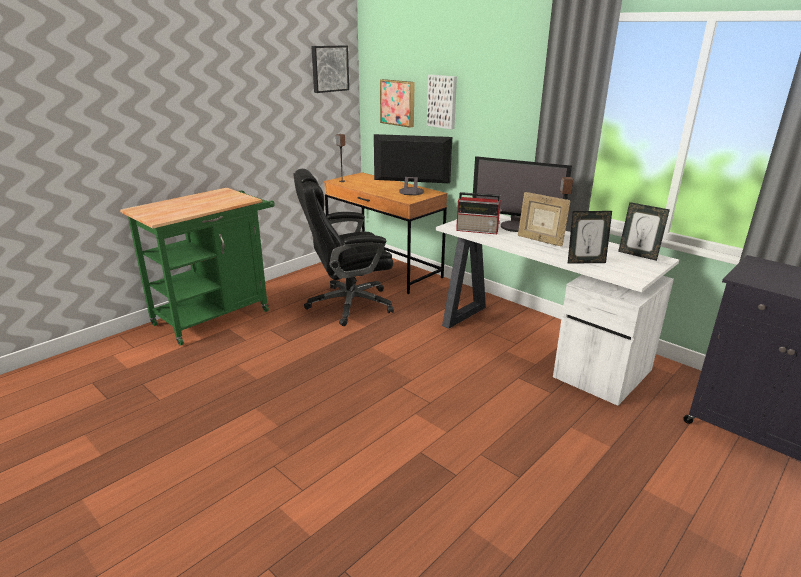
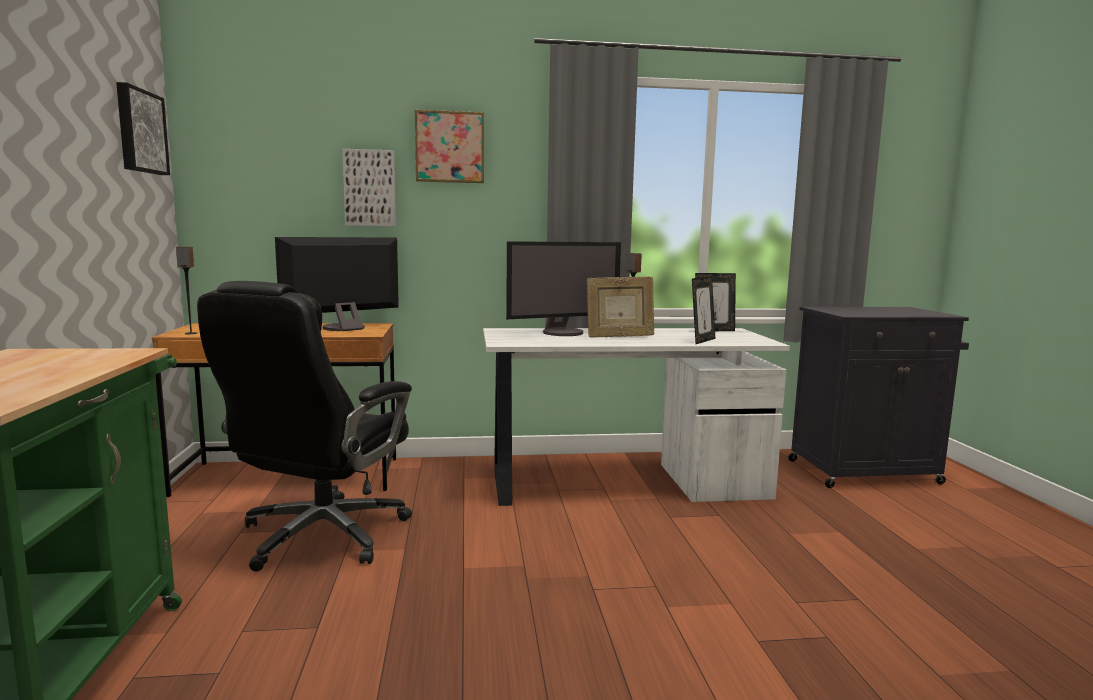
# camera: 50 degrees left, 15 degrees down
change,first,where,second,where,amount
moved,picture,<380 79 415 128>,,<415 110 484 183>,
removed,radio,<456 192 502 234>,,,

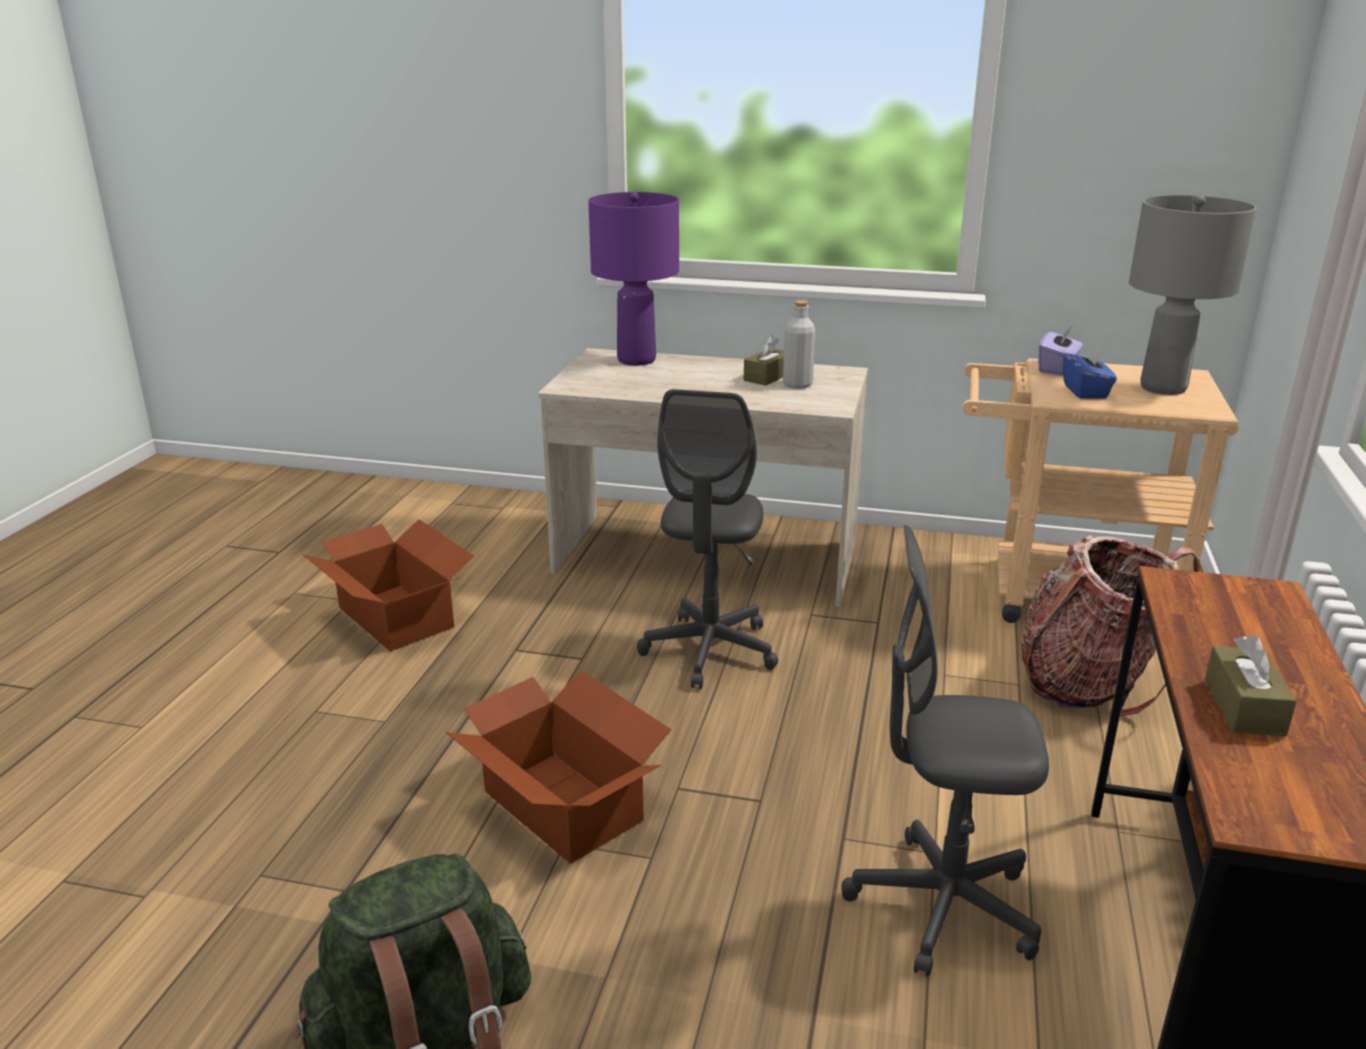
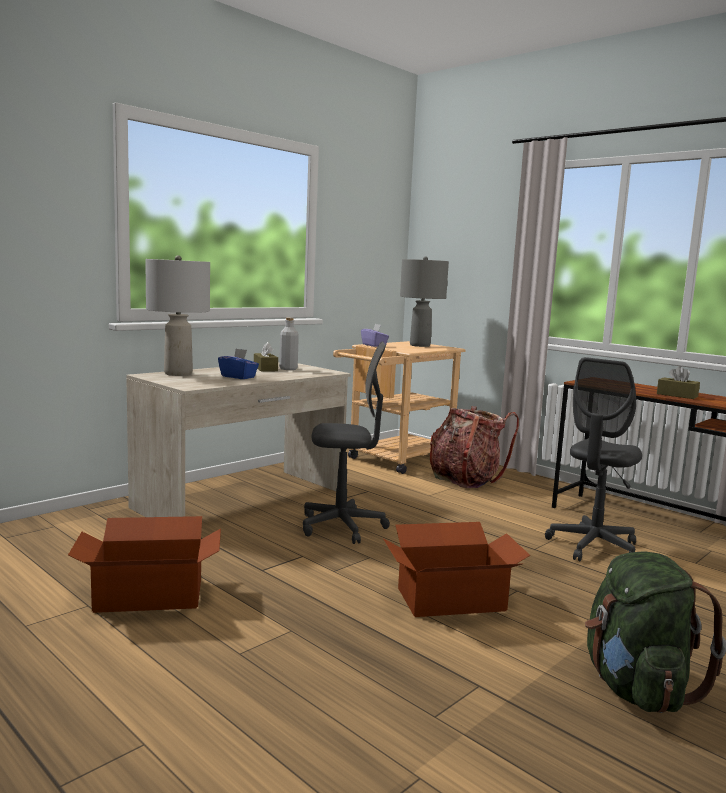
# camera: 60 degrees left, 15 degrees down
change,first,where,second,where,amount
recoloured,purple table lamp,<588 192 679 366>,grey table lamp,<145 255 210 376>,
moved,blue tissue box,<1063 345 1117 398>,,<218 349 259 379>,
turned,grey office chair,<637 389 778 689>,,<303 342 390 544>,45 degrees counterclockwise

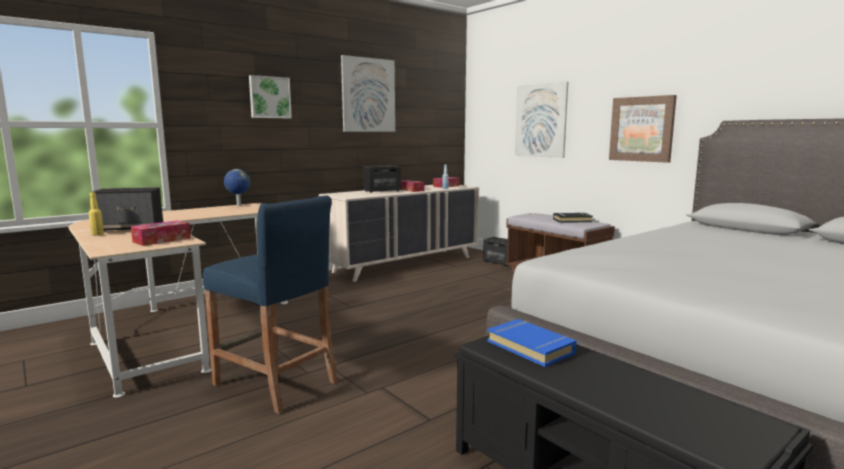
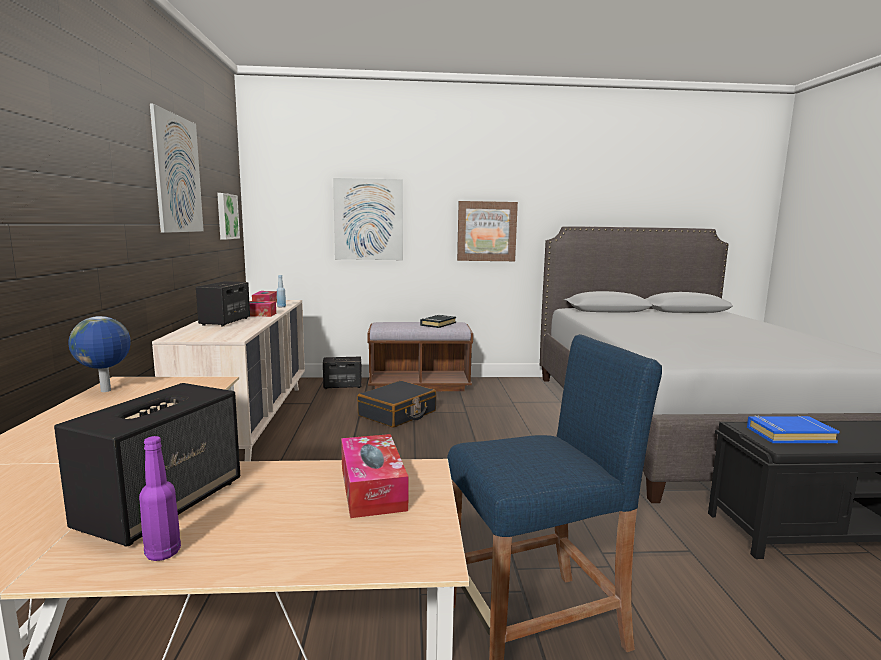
# camera: 55 degrees left, 0 degrees up
change,first,where,second,where,amount
moved,picture,<249 75 292 118>,,<217 193 240 240>,
recoloured,yellow bottle,<89 192 104 236>,purple bottle,<139 436 181 561>,
added,,,black suitcase,<357 381 436 428>,

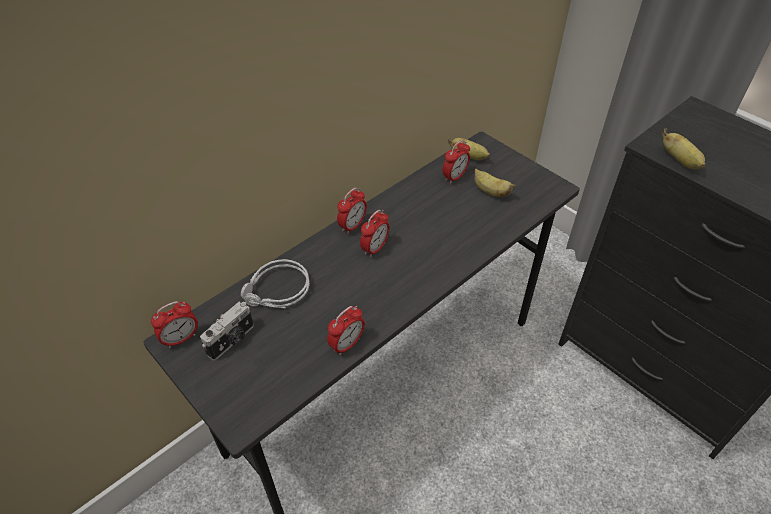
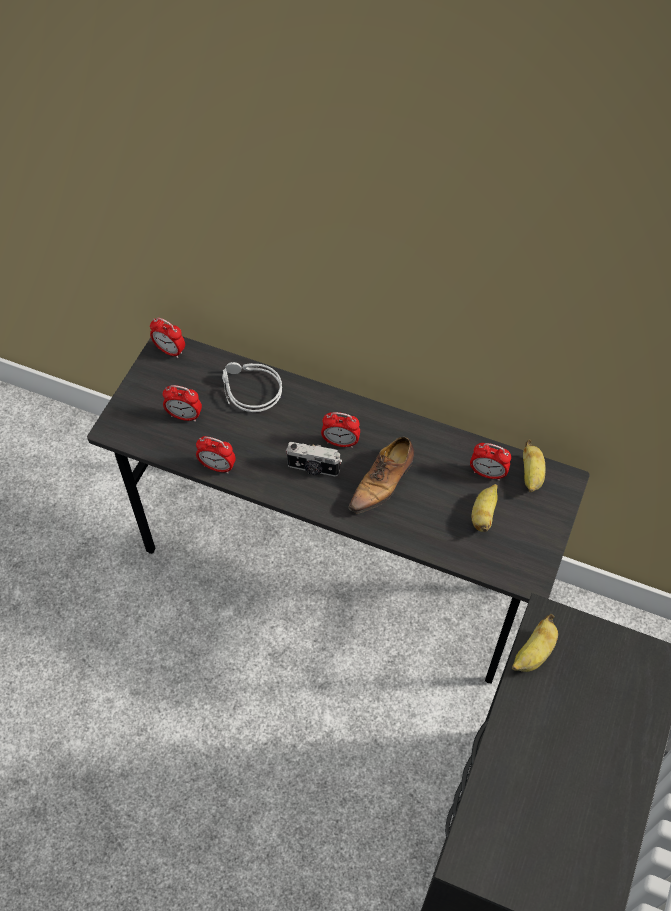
# camera: 65 degrees right, 10 degrees up
change,first,where,second,where,amount
moved,alarm clock,<337 187 367 234>,,<163 385 202 421>,
moved,photo camera,<200 302 254 361>,,<286 442 342 477>,
added,,,shoe,<348 437 414 514>,

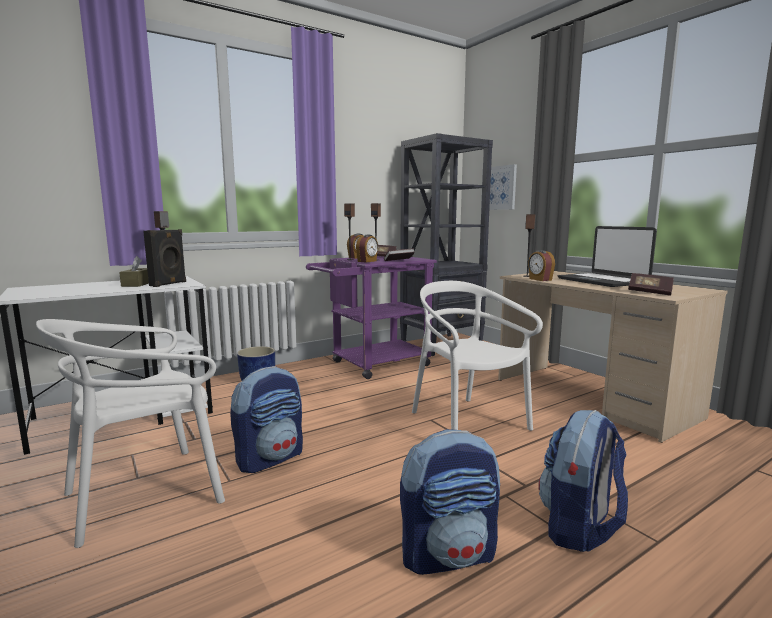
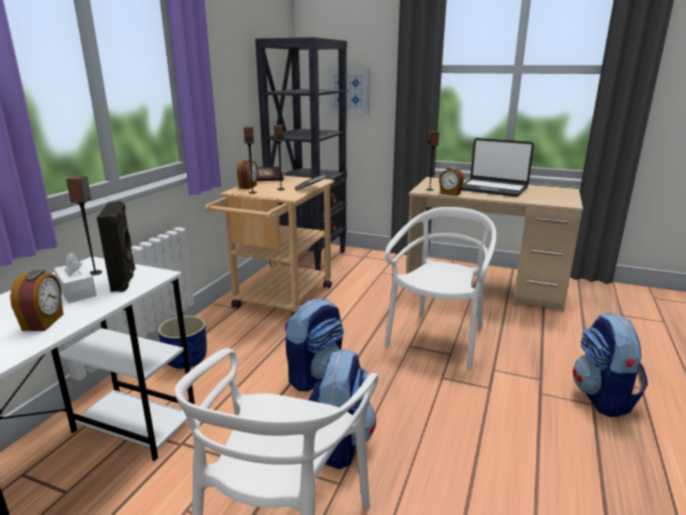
# camera: 35 degrees left, 10 degrees up
change,first,where,second,where,amount
moved,alarm clock,<356 235 378 263>,,<10 270 63 331>,
recoloured,brown tissue box,<119 256 149 287>,white tissue box,<54 253 97 303>,
recoloured,purple cart,<306 256 437 379>,beige cart,<205 176 334 316>,
removed,book,<628 273 674 295>,,,
turned,white chair,<412 281 543 431>,,<384 207 496 369>,90 degrees clockwise
moved,backpack,<400 429 500 575>,,<285 298 344 391>,

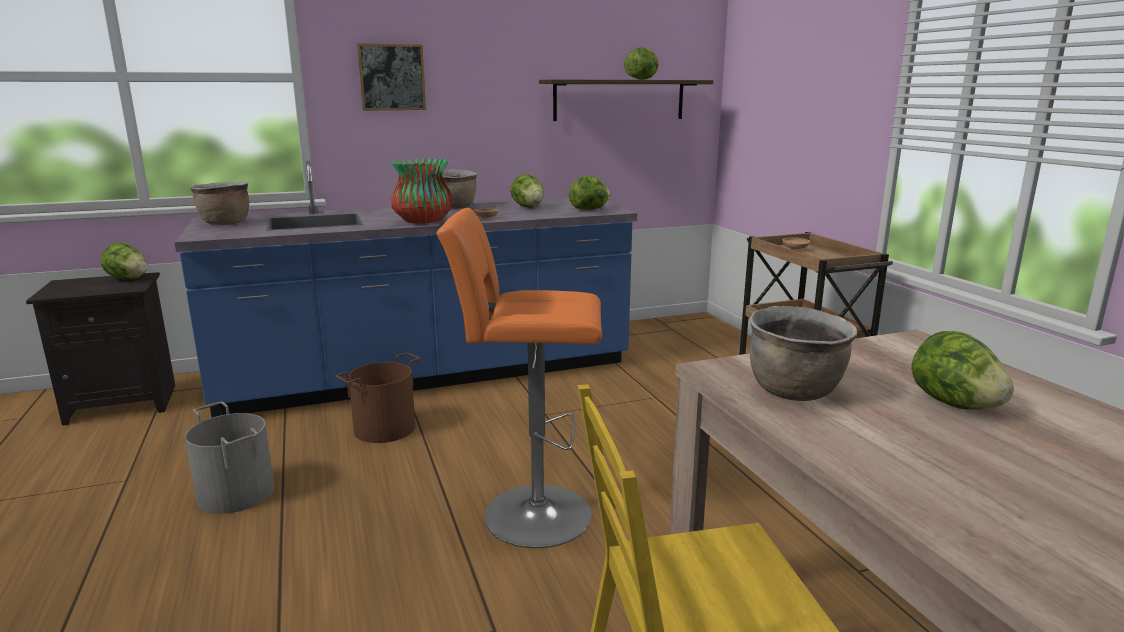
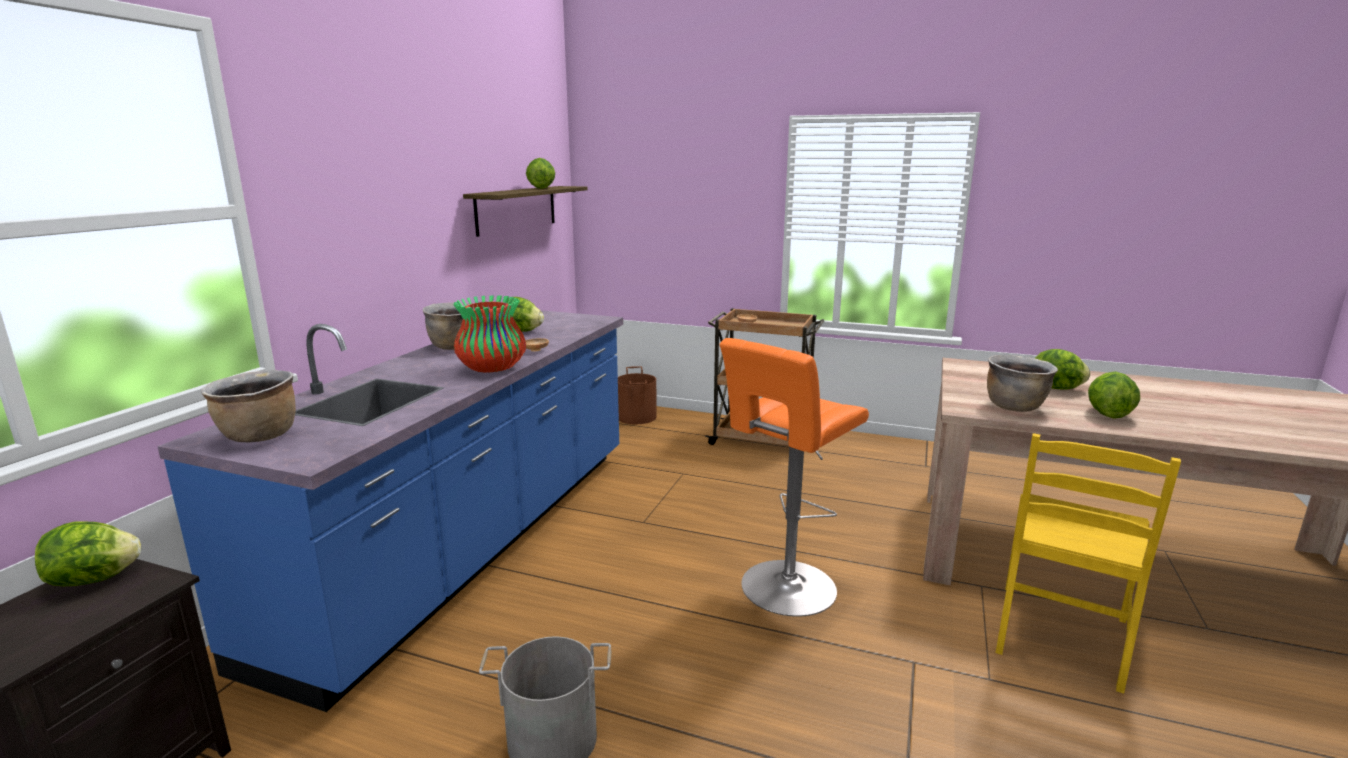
# camera: 50 degrees left, 0 degrees up
change,first,where,second,where,amount
removed,picture,<357 43 426 111>,,,
moved,lettuce,<569 176 611 210>,,<1088 372 1140 419>,
moved,brown bucket,<335 353 421 443>,,<618 366 657 424>,

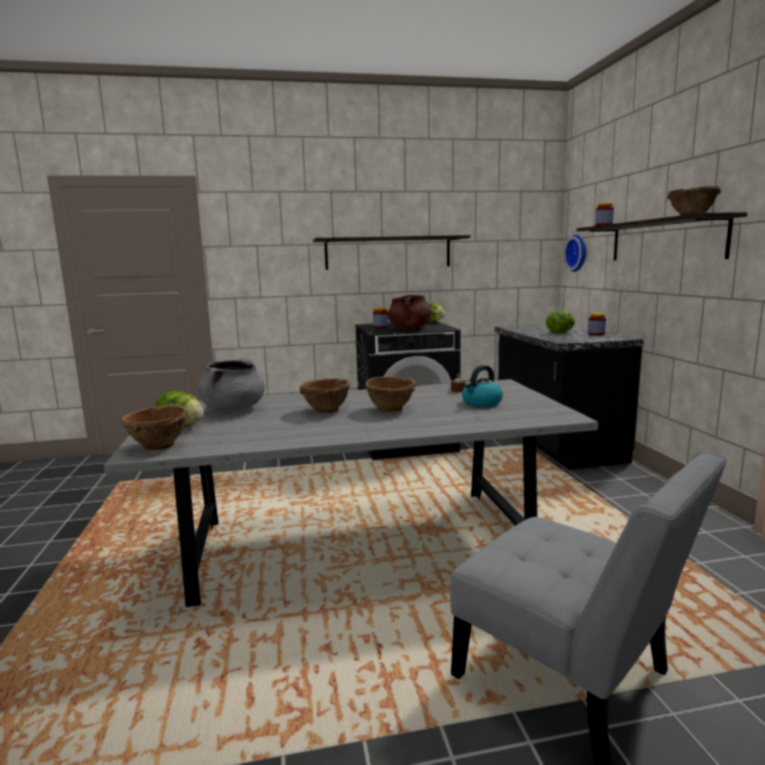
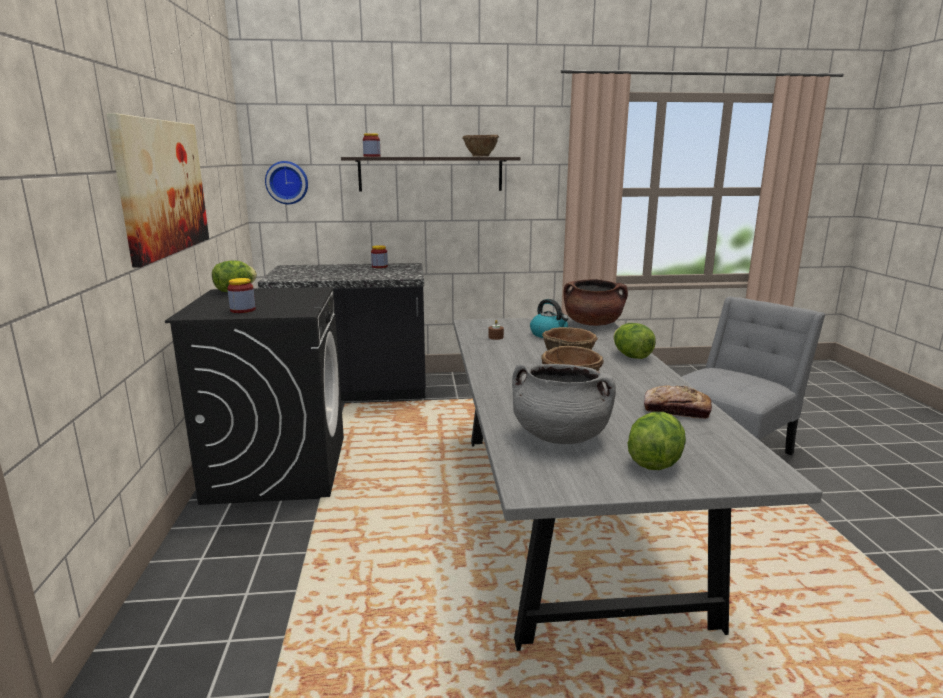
# camera: 85 degrees left, 5 degrees up
change,first,where,second,where,amount
replaced,shelf,<313 235 471 270>,picture,<107 113 209 268>,
moved,brown cooking pot,<387 295 432 330>,,<563 279 628 326>,
moved,lettuce,<546 310 575 334>,,<613 323 656 359>,
removed,brown bowl,<121 405 188 450>,,,
added,,,bread,<644 386 712 419>,

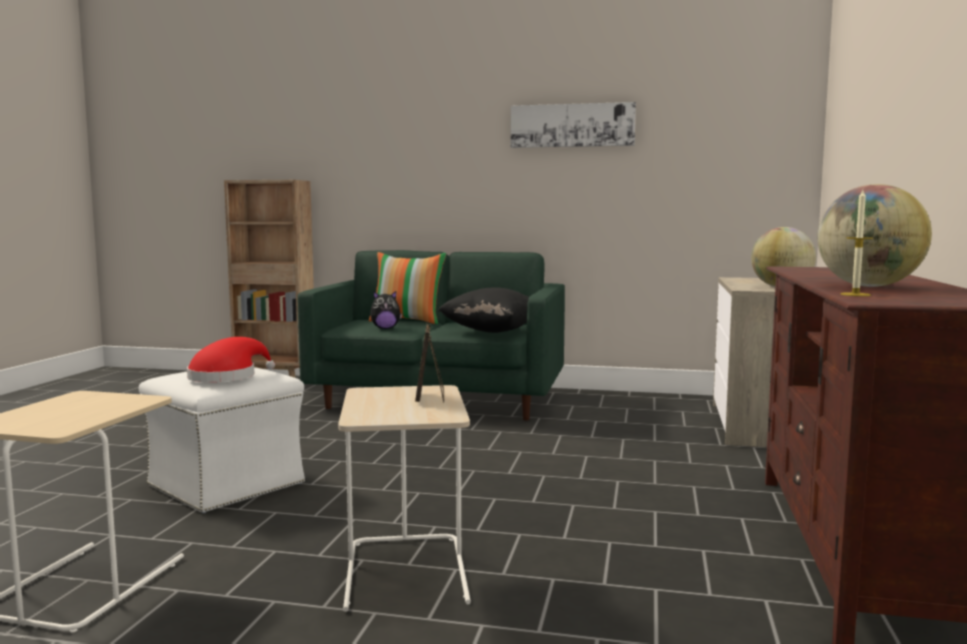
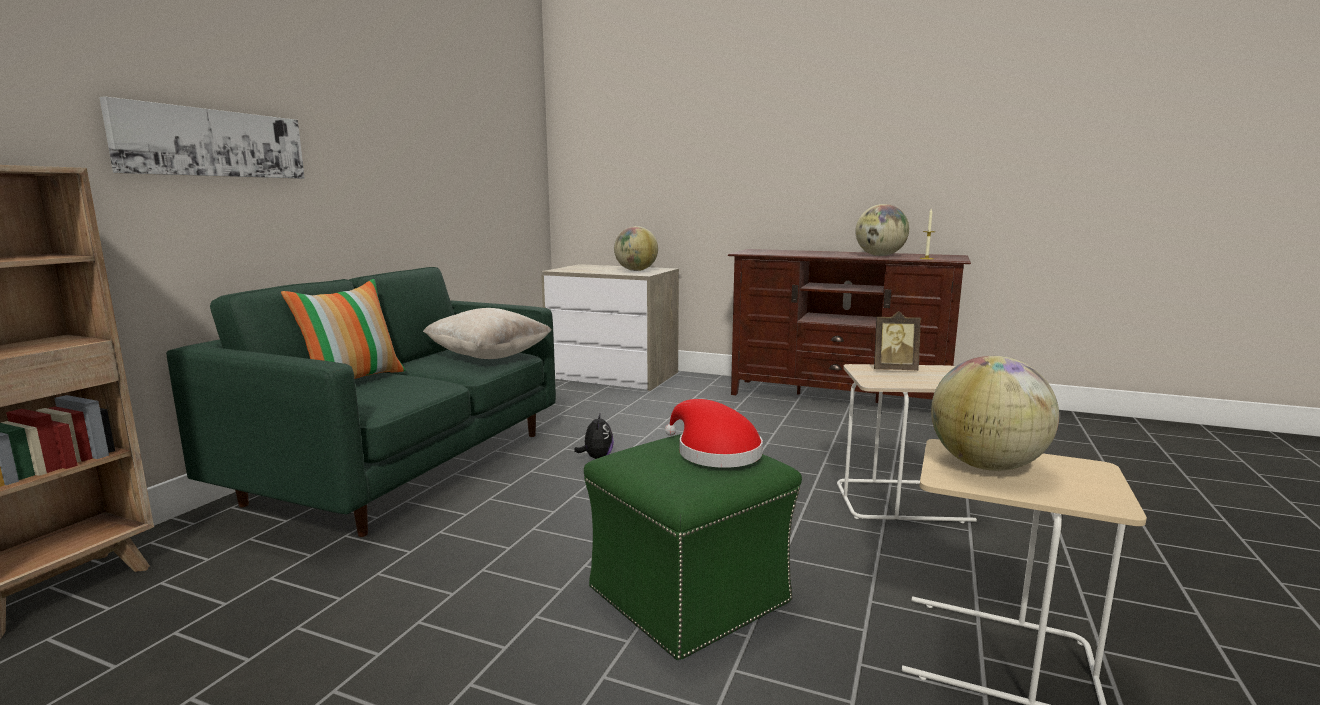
# camera: 80 degrees left, 5 degrees up
change,first,where,second,where,amount
moved,picture,<511 102 636 148>,,<99 96 305 179>,
recoloured,black pillow,<438 287 529 333>,beige pillow,<423 308 551 359>,
moved,plush toy,<370 291 402 329>,,<574 412 614 459>,
recoloured,white ottoman,<139 367 305 513>,green ottoman,<584 434 802 660>,
added,,,globe,<931 356 1059 471>,

